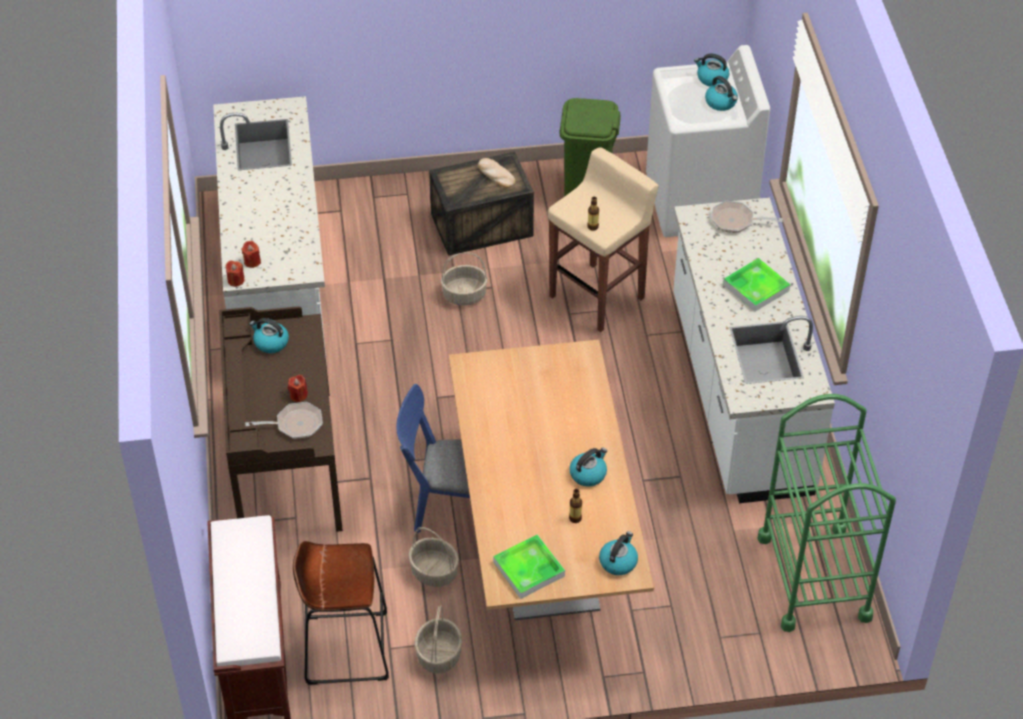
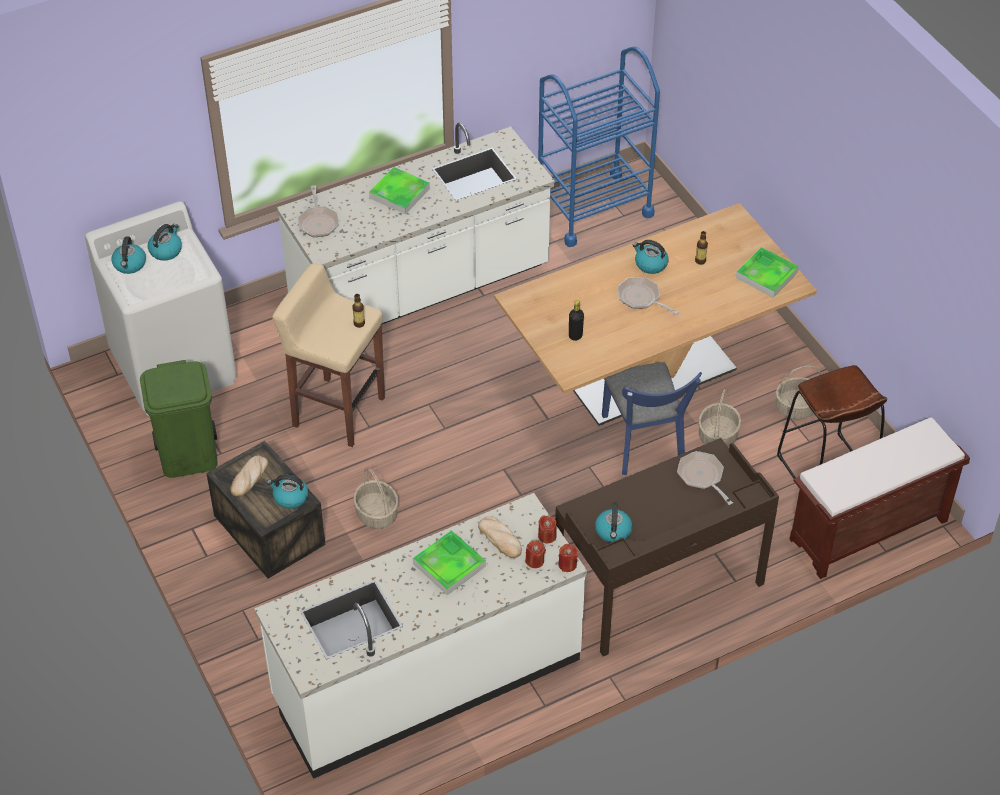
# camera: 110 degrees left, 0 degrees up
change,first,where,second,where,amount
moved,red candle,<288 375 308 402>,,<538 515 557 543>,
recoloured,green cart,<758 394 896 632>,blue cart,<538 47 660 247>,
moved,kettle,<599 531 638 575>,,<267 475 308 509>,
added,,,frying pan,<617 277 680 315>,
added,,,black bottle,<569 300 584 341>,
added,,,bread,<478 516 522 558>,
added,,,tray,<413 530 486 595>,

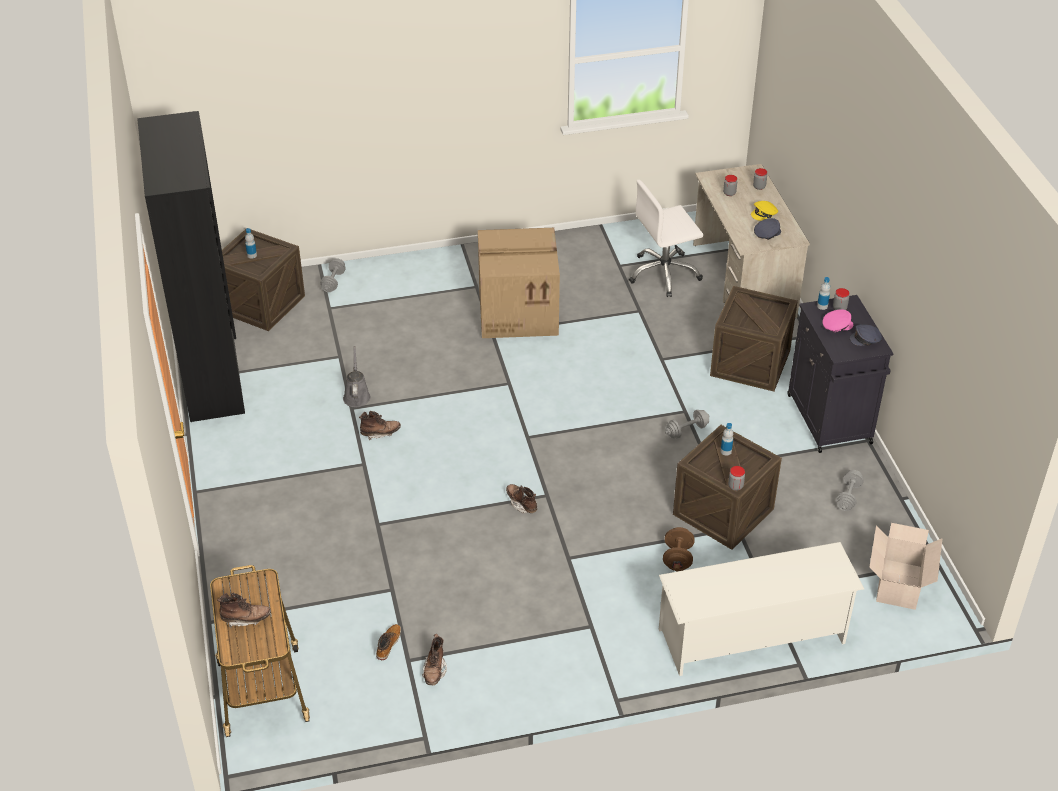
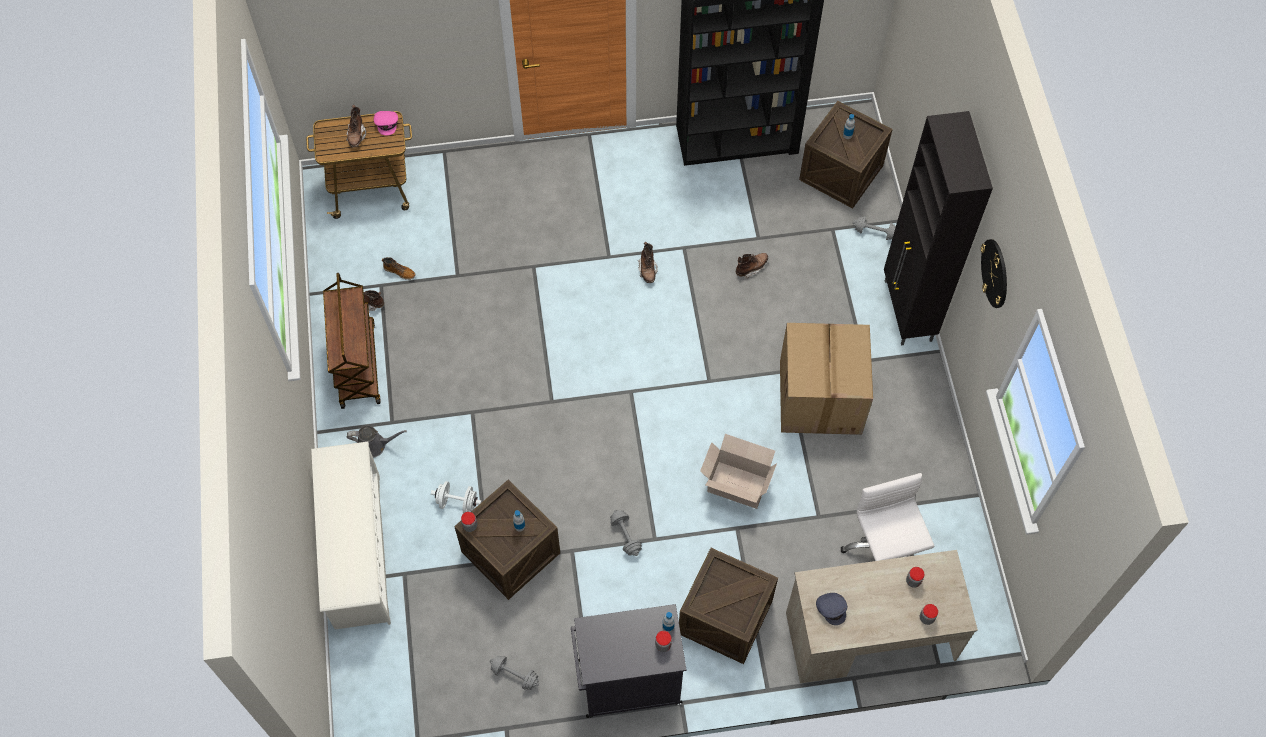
# camera: 95 degrees right, 20 degrees up
change,first,where,second,where,amount
removed,yellow cap,<751 201 778 221>,,,
moved,pink cap,<823 309 853 332>,,<374 111 398 135>,
removed,grey cap,<850 324 882 346>,,,
moved,grey watering can,<343 346 371 407>,,<347 426 407 458>,
moved,brown boot,<506 484 537 514>,,<736 253 768 279>,
moved,cardboard box,<869 523 943 610>,,<700 434 777 509>,
recoloured,brown dumbbell,<663 527 695 571>,white dumbbell,<431 481 482 513>,
added,,,black cabinet,<884 111 993 345>,
added,,,wall clock,<981 239 1007 308>,
added,,,brown cart,<323 273 381 409>,

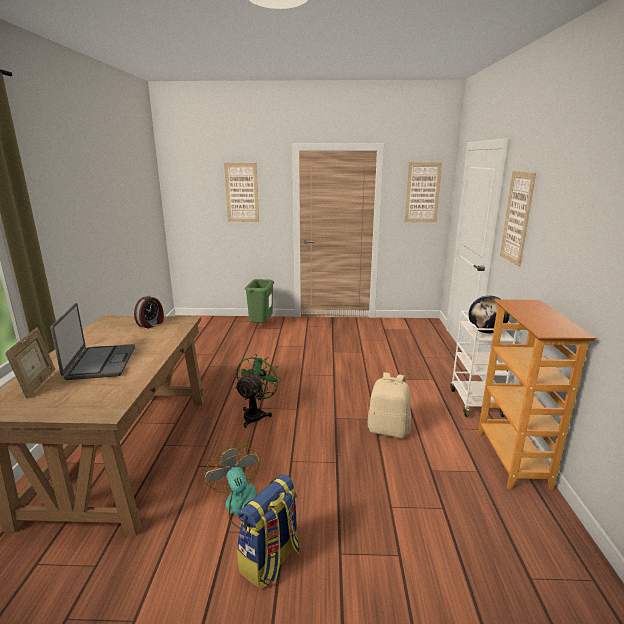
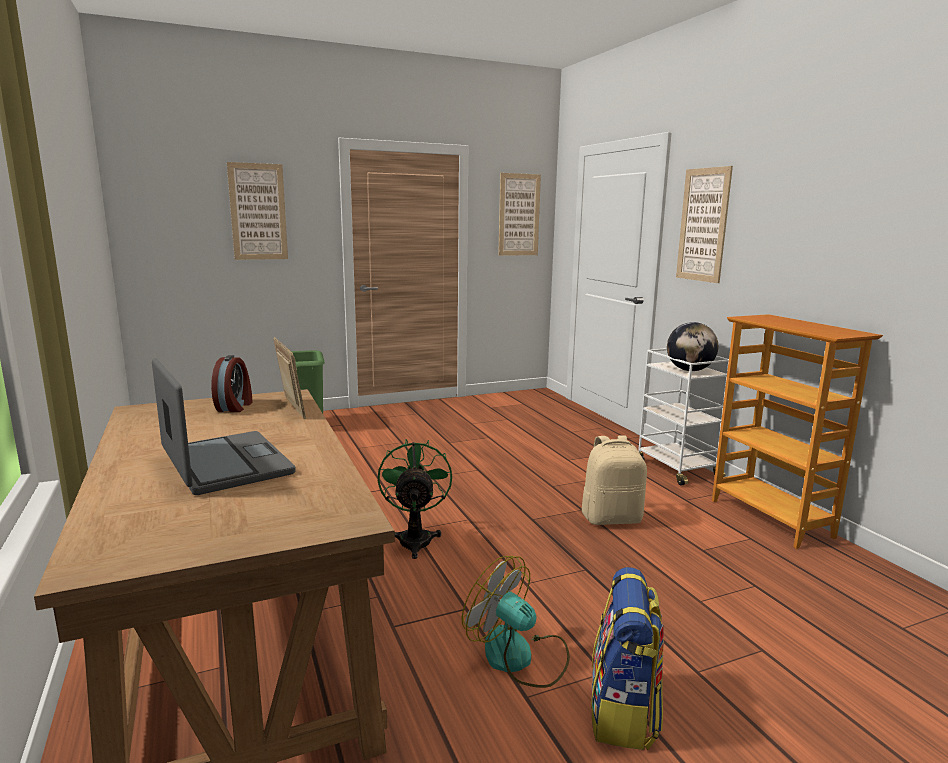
# camera: 25 degrees left, 5 degrees down
change,first,where,second,where,amount
moved,picture frame,<5 327 55 399>,,<273 337 306 419>,

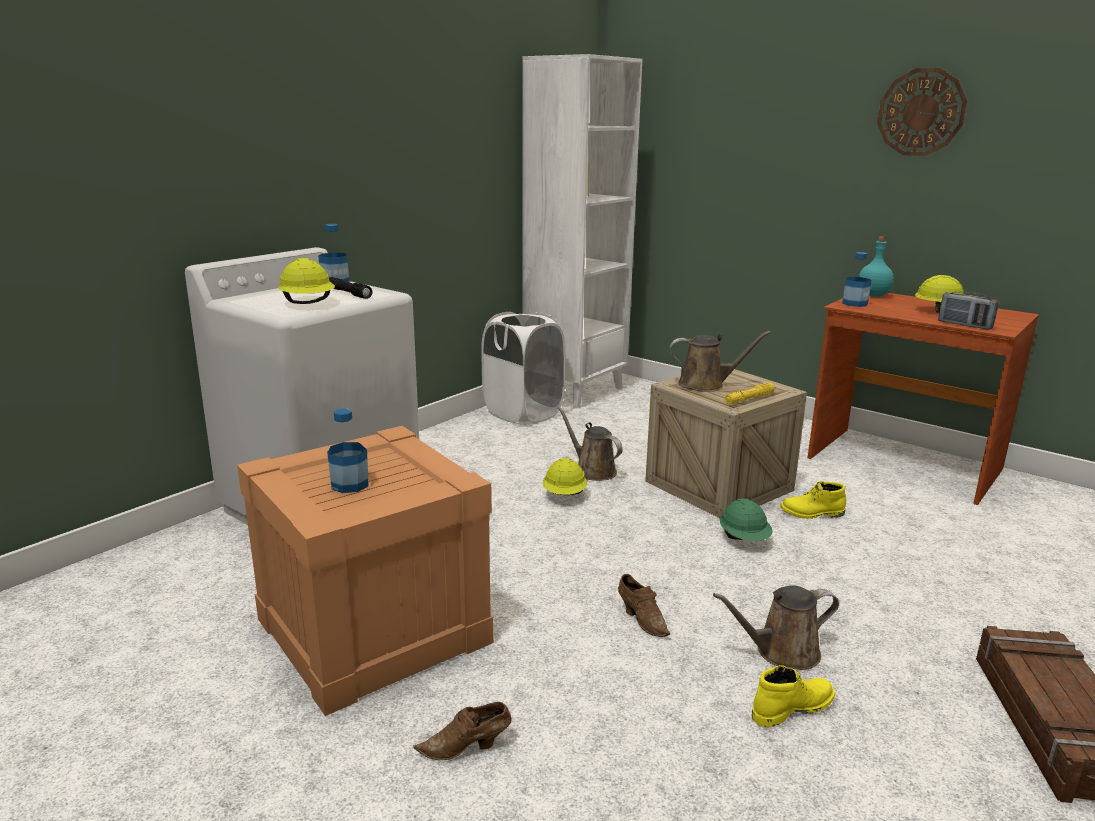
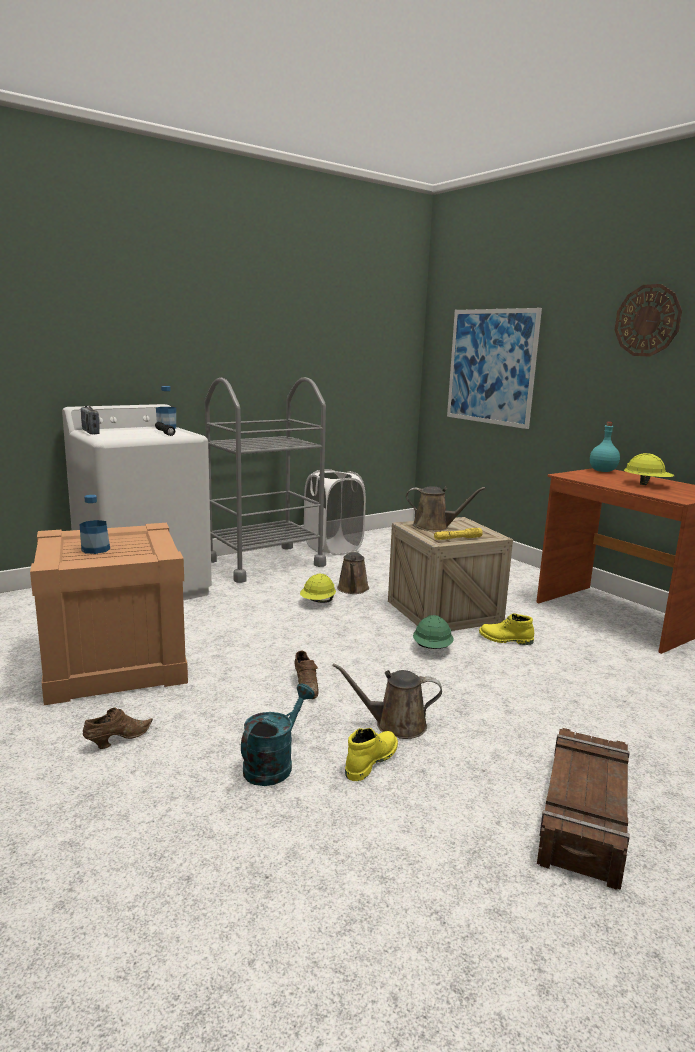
# camera: 15 degrees right, 5 degrees down
change,first,where,second,where,amount
removed,white bookcase,<523 54 642 408>,,,
removed,bottle,<842 252 872 307>,,,
removed,yellow hard hat,<278 258 335 304>,,,
moved,radio,<938 292 999 330>,,<81 406 100 434>,
turned,brown watering can,<558 407 623 481>,,<337 551 369 594>,150 degrees counterclockwise
turned,yellow boot,<752 665 835 727>,,<345 728 398 781>,45 degrees counterclockwise
turned,brown shoe,<413 702 511 760>,,<83 708 153 749>,135 degrees clockwise
added,,,picture,<447 308 542 429>,
added,,,grey cart,<205 377 326 583>,
added,,,turquoise watering can,<241 684 315 786>,

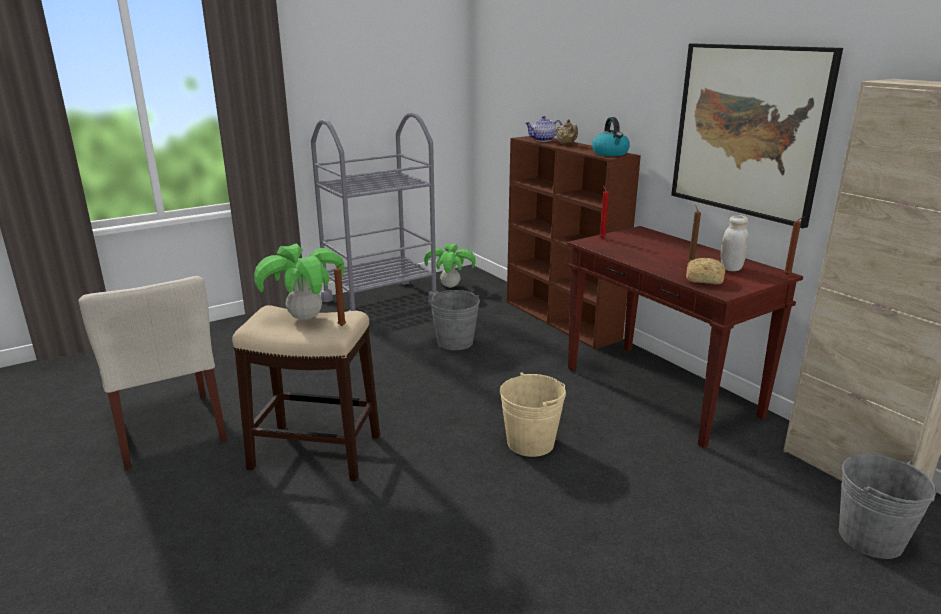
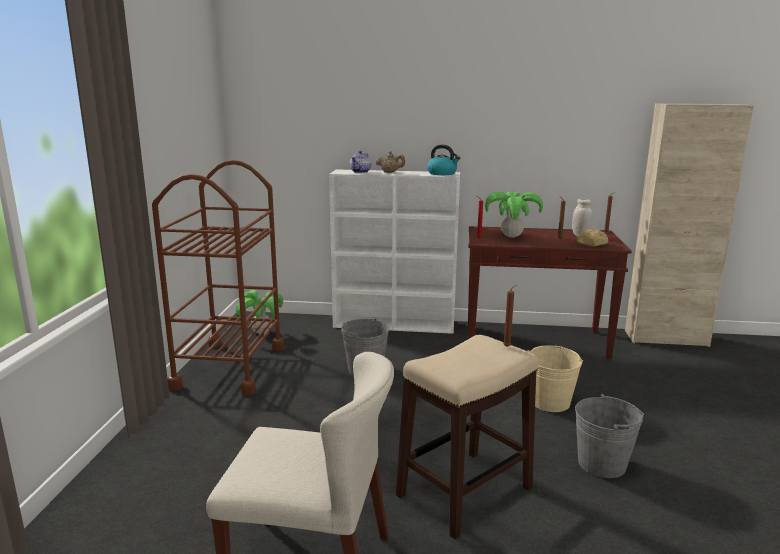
# camera: 50 degrees left, 5 degrees down
change,first,where,second,where,amount
removed,picture,<671 44 843 228>,,,
recoloured,grey cart,<311 112 439 311>,brown cart,<152 160 285 395>,
recoloured,brown bookcase,<507 136 641 349>,white bookcase,<329 169 460 334>,
moved,potted plant,<254 244 345 320>,,<485 192 543 238>,
moved,grey bucket,<839 454 936 559>,,<575 394 644 478>,

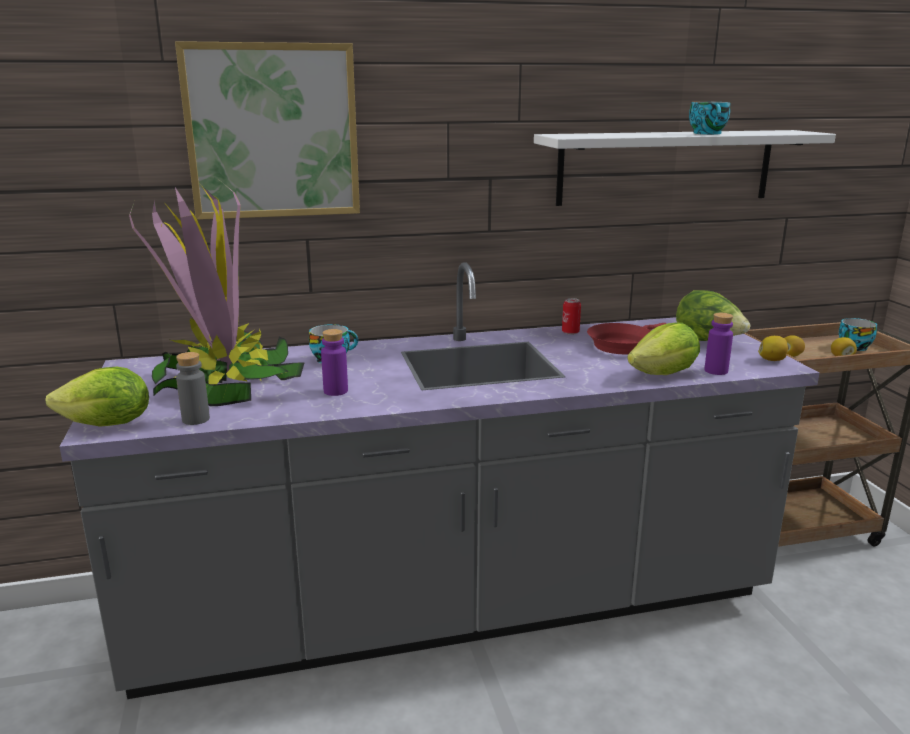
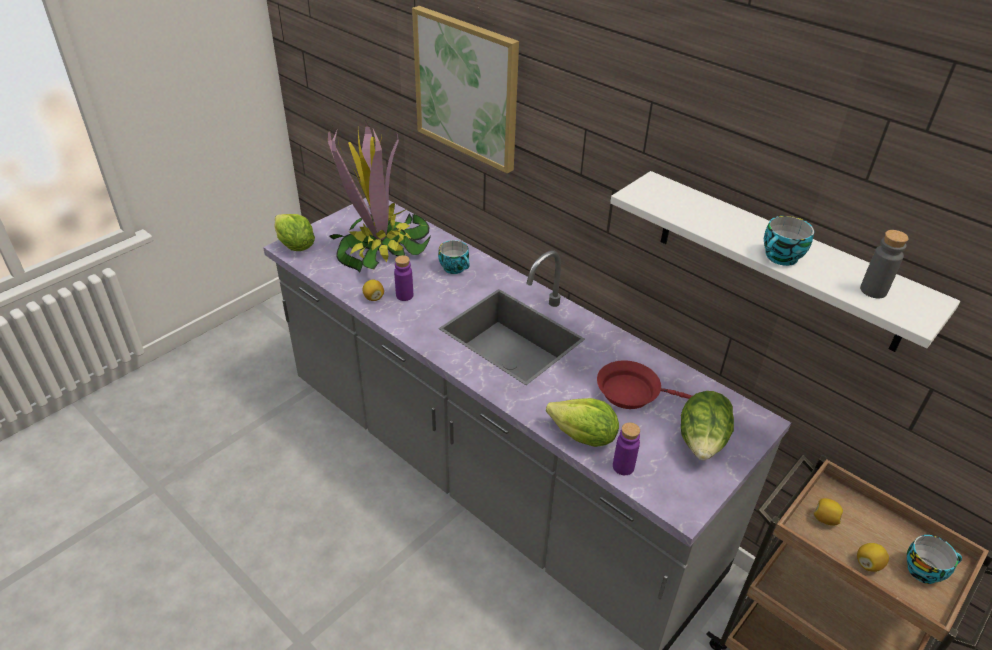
# camera: 55 degrees right, 20 degrees up
change,first,where,second,where,amount
removed,can,<562 298 581 335>,,,
moved,lemon,<758 336 788 361>,,<362 280 384 301>,
moved,grey bottle,<176 352 210 425>,,<860 230 909 298>,

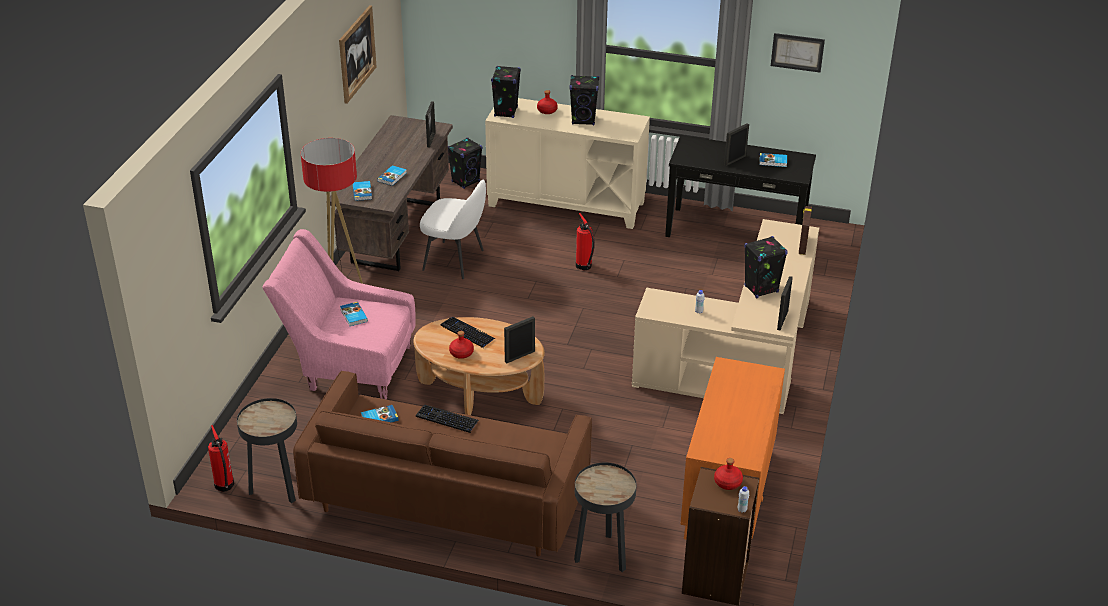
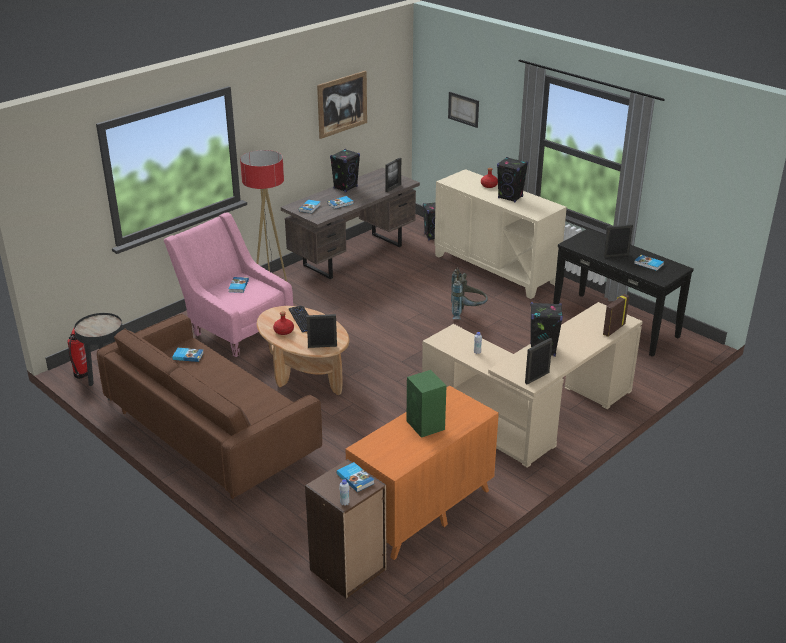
# camera: 30 degrees right, 5 degrees down
change,first,where,second,where,amount
moved,picture,<771 33 825 72>,,<448 92 479 128>,
moved,black speaker,<491 66 521 118>,,<330 149 360 192>,
removed,white chair,<420 179 486 279>,,,
replaced,fire extinguisher,<576 213 595 271>,grey backpack,<451 267 488 319>,
removed,keyboard,<416 405 479 433>,,,
replaced,red bottle,<714 458 743 490>,book,<337 462 374 492>,
removed,black side table,<574 463 637 572>,,,
added,,,green speaker,<407 370 447 438>,

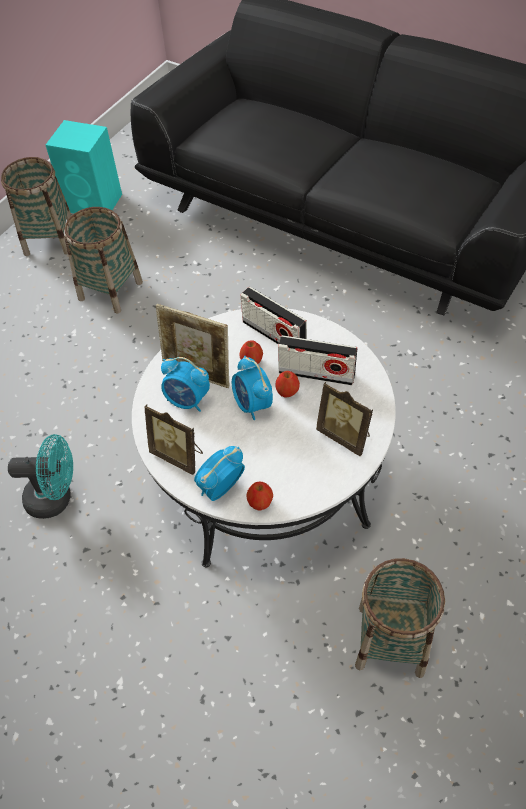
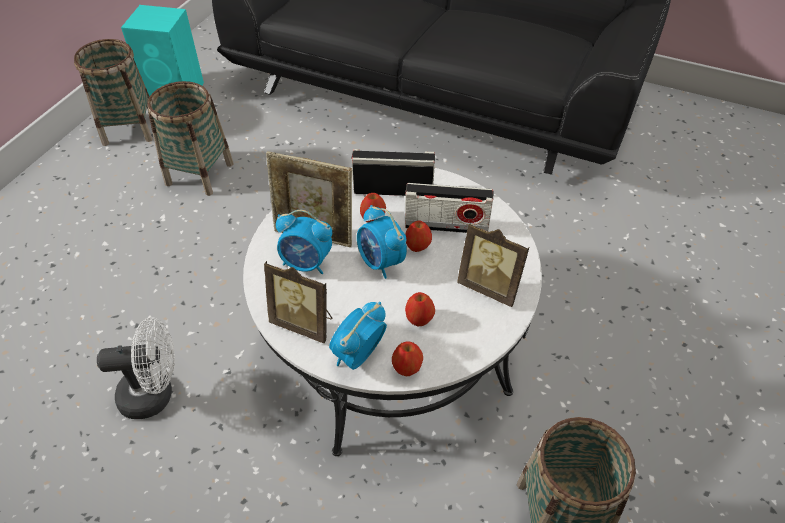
# camera: 10 degrees left, 5 degrees down
change,first,where,second,where,amount
turned,radio,<240 287 307 344>,,<352 149 435 196>,150 degrees clockwise
recoloured,turquoise fan,<8 434 73 519>,white fan,<97 317 175 419>,
added,,,apple,<405 292 435 326>,

